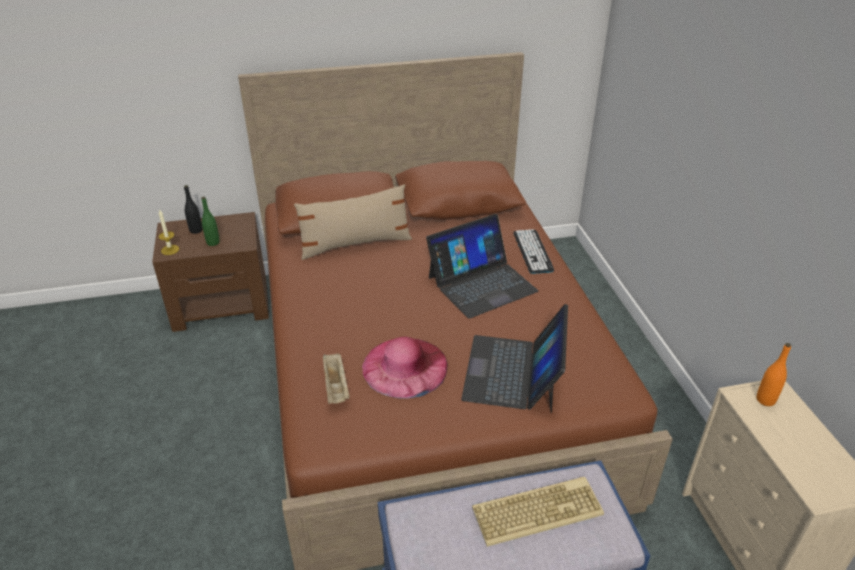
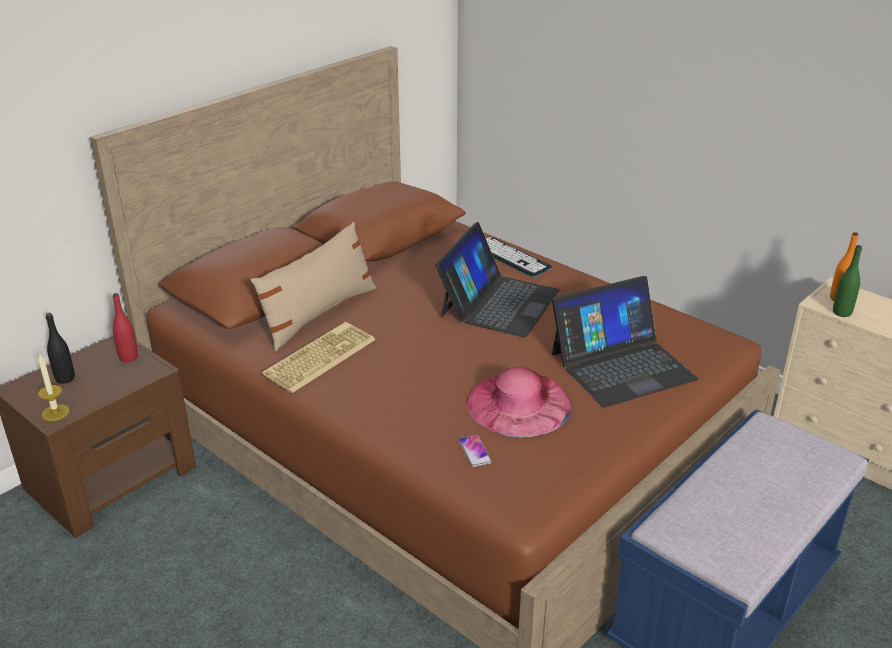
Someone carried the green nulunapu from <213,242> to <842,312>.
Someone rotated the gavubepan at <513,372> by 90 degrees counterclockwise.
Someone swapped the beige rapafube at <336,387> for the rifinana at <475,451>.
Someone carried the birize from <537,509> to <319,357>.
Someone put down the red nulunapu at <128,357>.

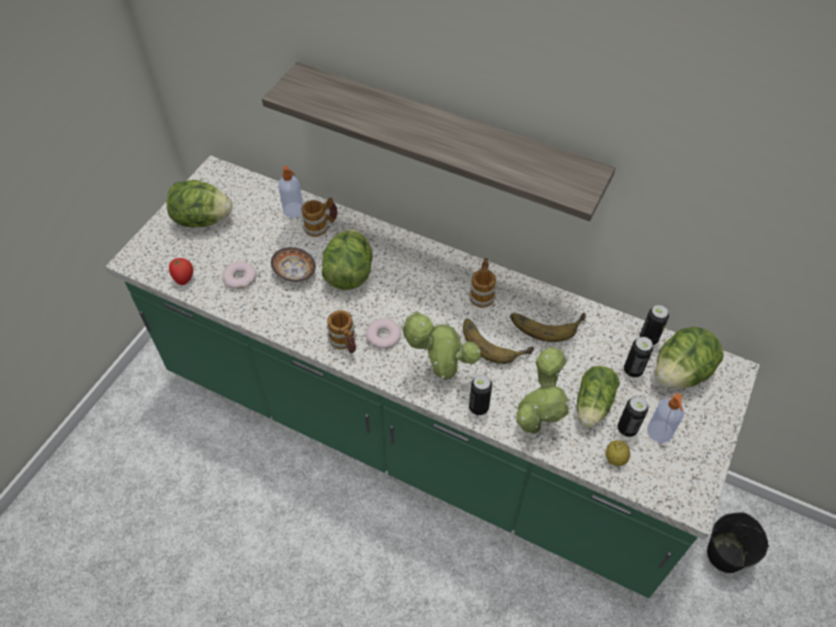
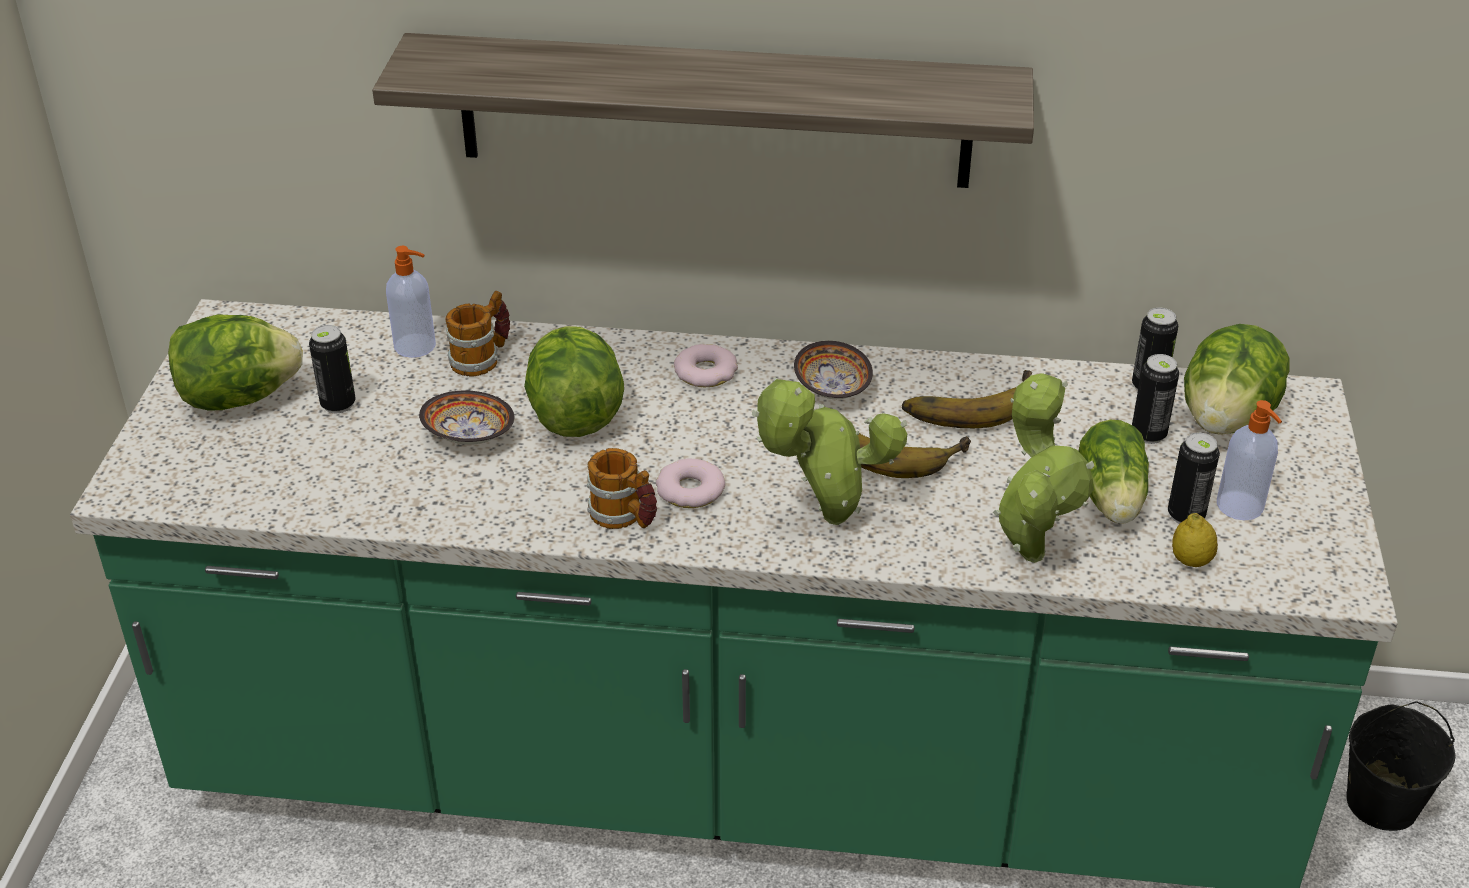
Someone took away the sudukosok at <184,279>.
Someone swapped the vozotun at <482,292> for the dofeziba at <833,388>.
Someone carried the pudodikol from <240,277> to <706,372>.
Someone carried the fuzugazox from <478,407> to <338,404>.

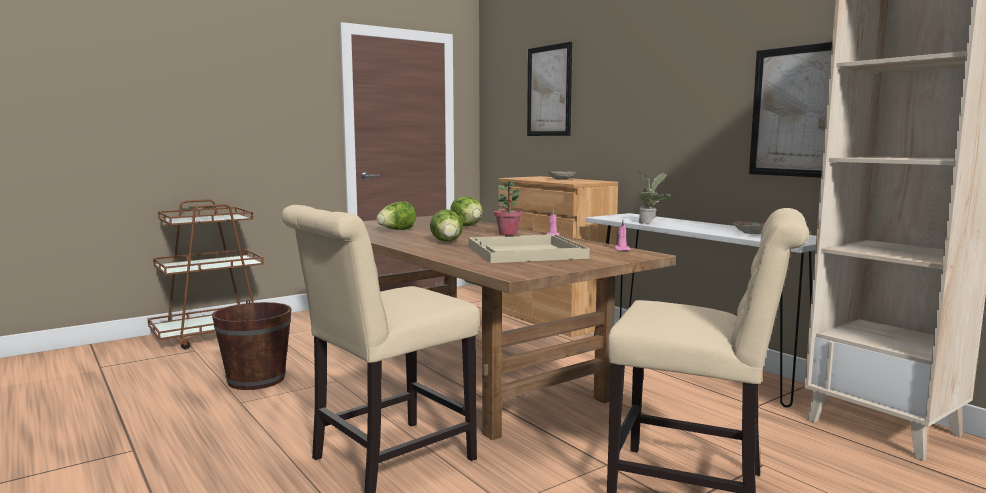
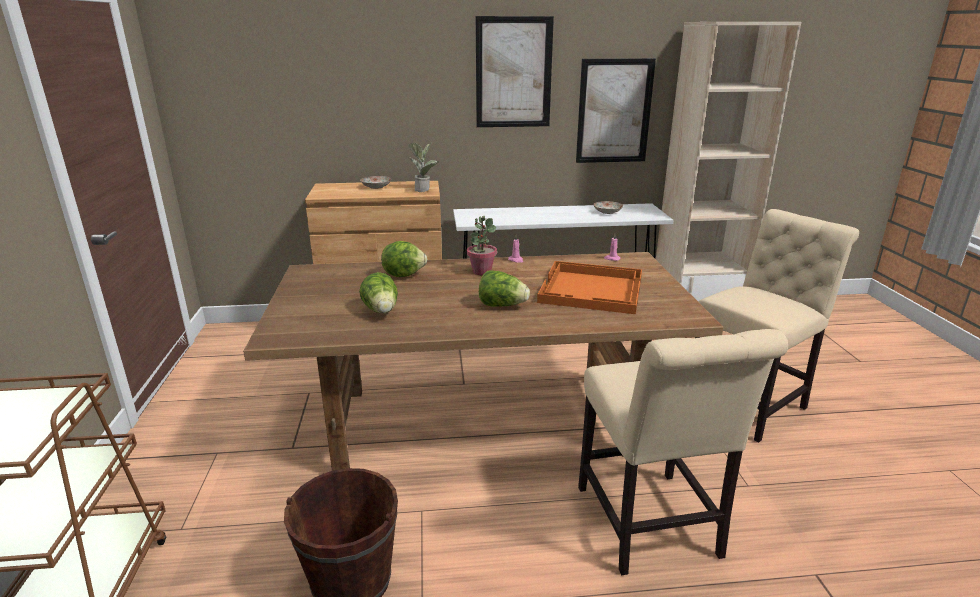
Someone carried the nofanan from <549,91> to <513,73>.
Someone carried the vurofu from <651,223> to <424,189>.
Someone repainted the beige rapafube at <525,252>, which became the orange rapafube at <592,290>.

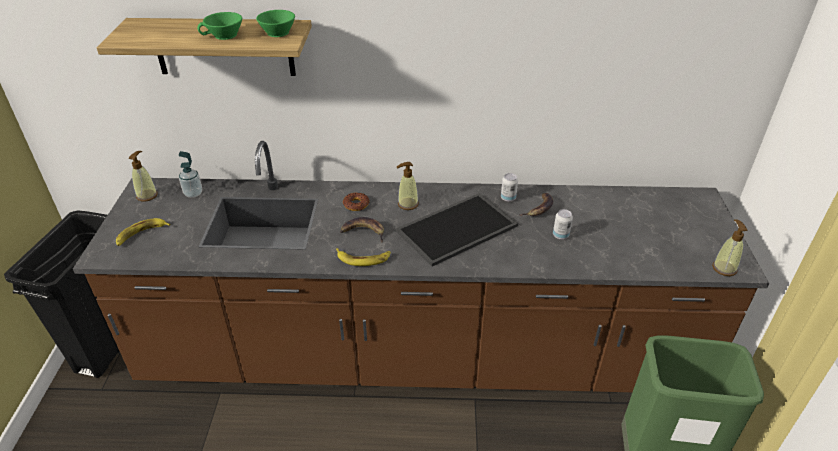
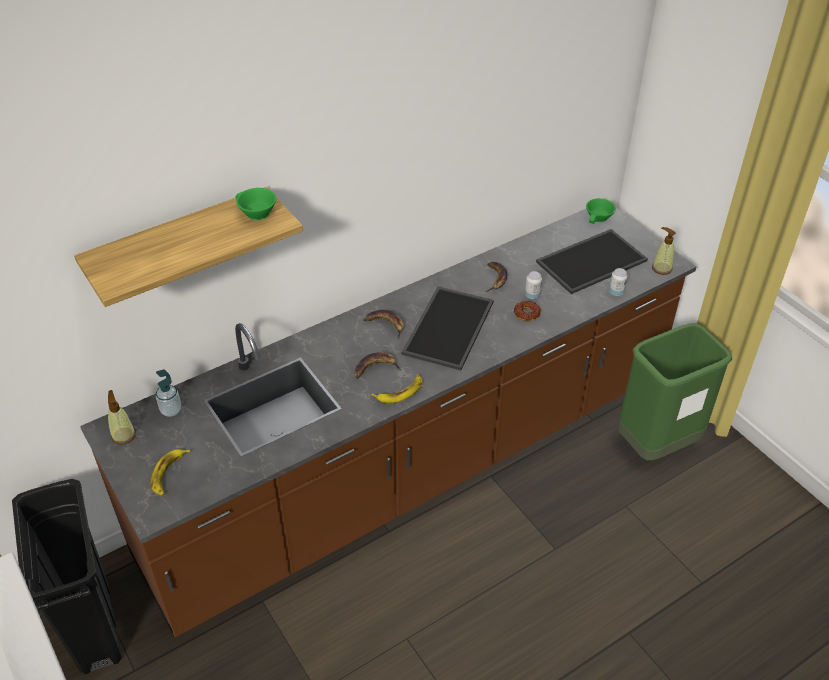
Someone carried the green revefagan from <224,36> to <599,218>.
Someone swapped the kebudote at <408,204> for the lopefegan at <386,325>.
Someone carried the fuzugazox from <508,198> to <616,292>.
Someone carried the pudodikol from <356,204> to <527,313>.
Someone put down the rapafube at <591,260>.

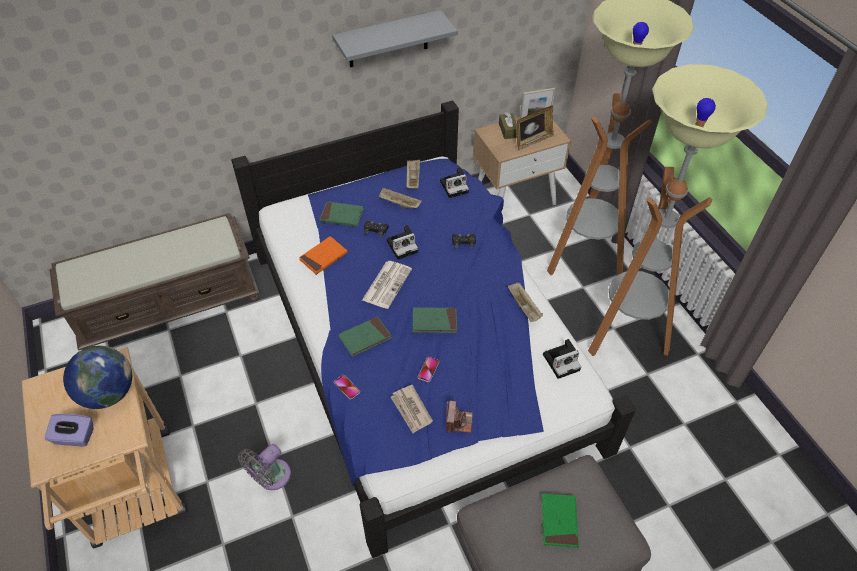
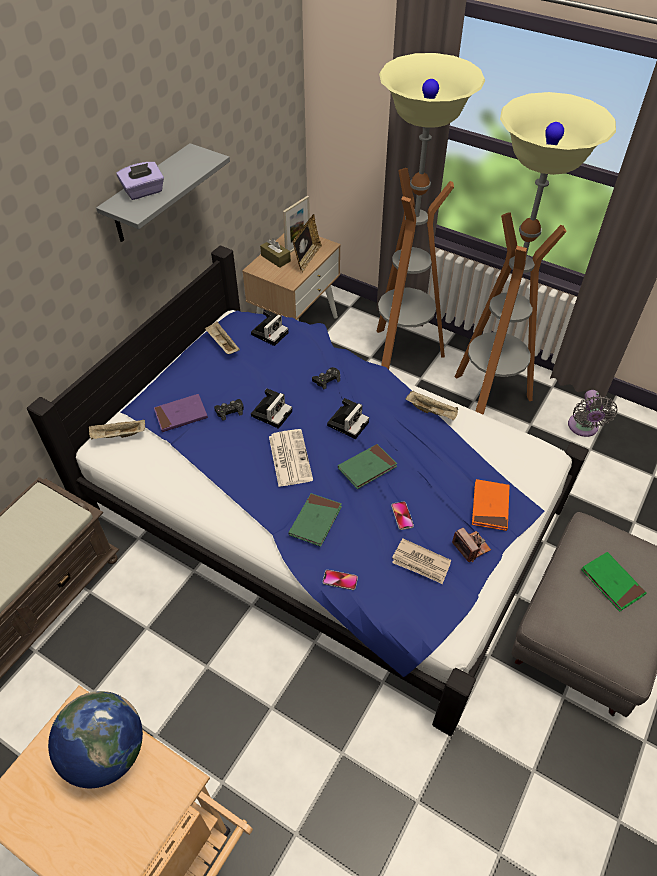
Someone carried the beige rapafube from <399,204> to <118,436>.
Someone repainted the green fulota at <341,216>, which became the purple fulota at <181,415>.
Someone carried the orange fulota from <323,257> to <490,506>.
Someone carried the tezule from <562,361> to <348,422>.
Someone carried the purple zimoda from <74,437> to <144,192>.
Someone carried the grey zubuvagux from <271,477> to <583,428>.

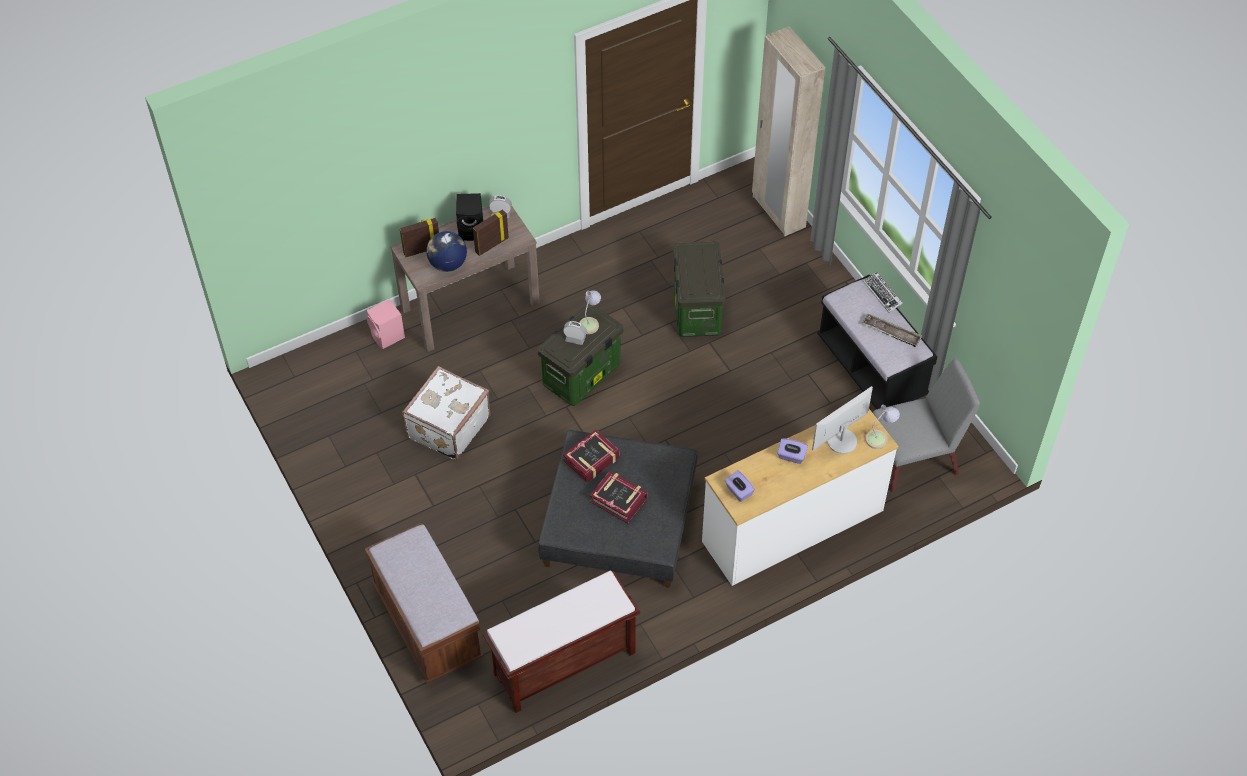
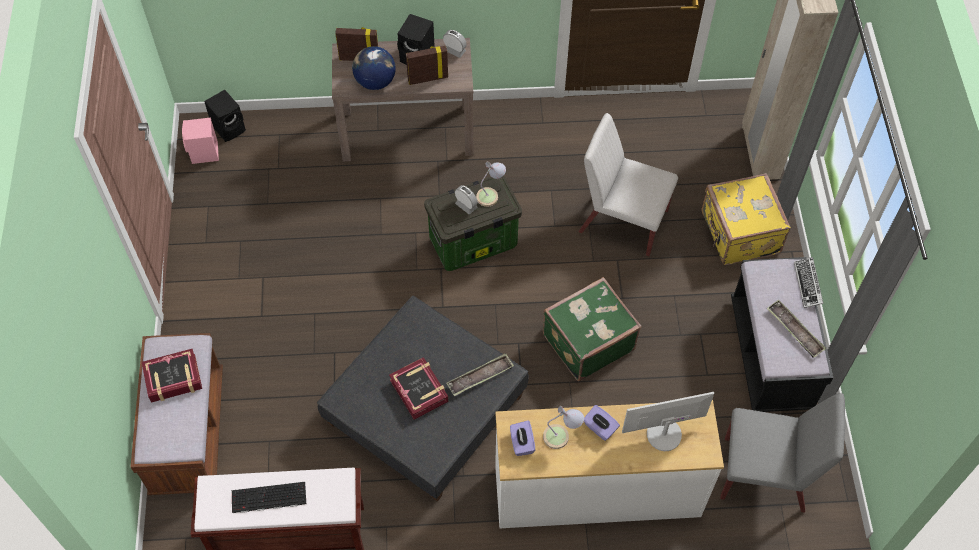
Someone swapped the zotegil at <696,309> for the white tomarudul at <622,220>.
Someone carried the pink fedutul from <388,337> to <204,154>.
Someone took away the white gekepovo at <447,427>.
Someone carried the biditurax from <880,437> to <561,436>.
Someone carried the fulota from <591,459> to <173,379>.
Someone put down the black fedutul at <230,128>.
Someone put down the yellow gekepovo at <738,234>.
Someone put down the green gekepovo at <587,341>.
Someone put down the rapafube at <480,377>.
Someone put down the birize at <268,498>.

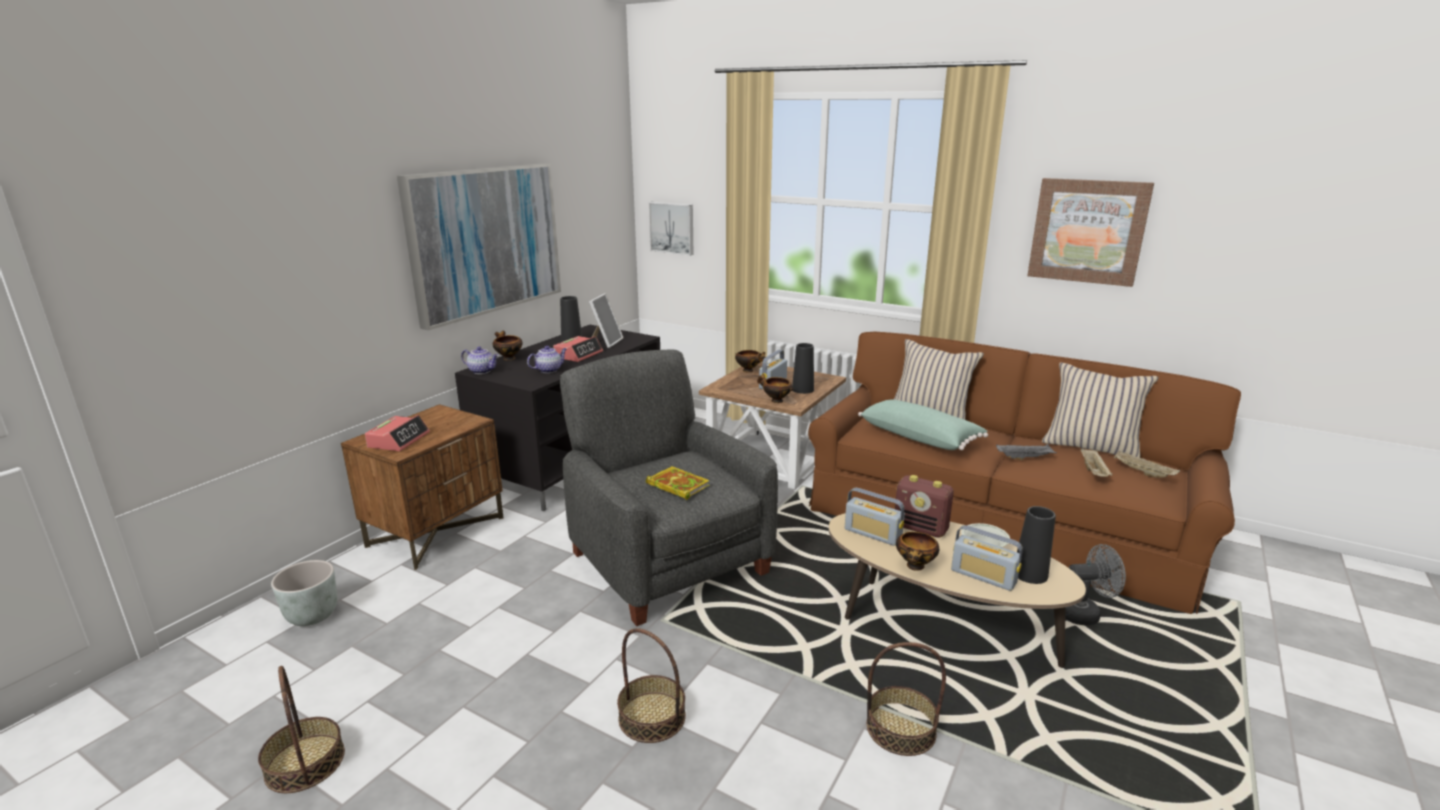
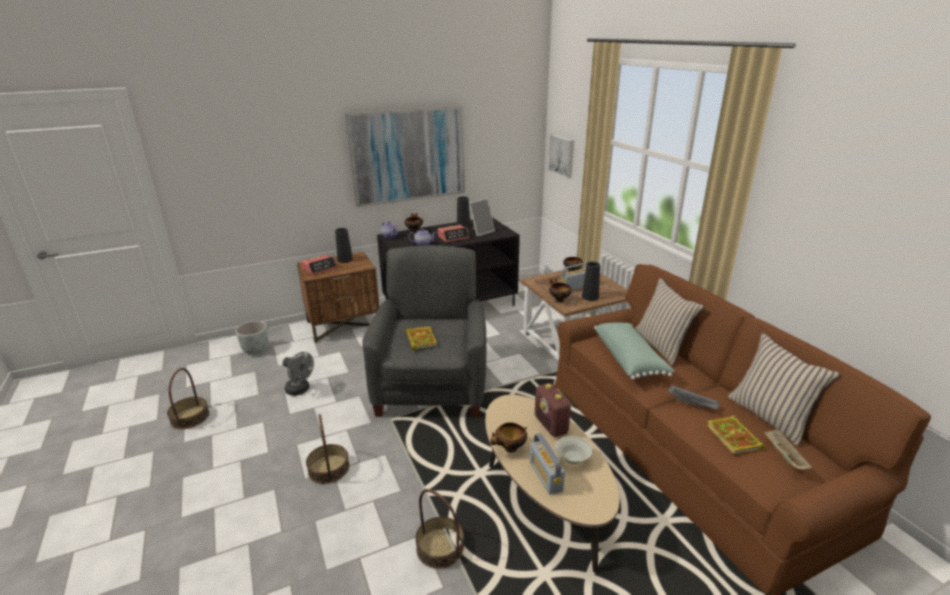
Someone took away the nofanan at <1088,231>.
Someone swapped the beige rapafube at <1093,472> for the fulota at <735,438>.
Someone took away the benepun at <873,534>.
Someone carried the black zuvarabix from <1030,574> to <345,260>.
Someone carried the grey zubuvagux from <1084,613> to <300,390>.

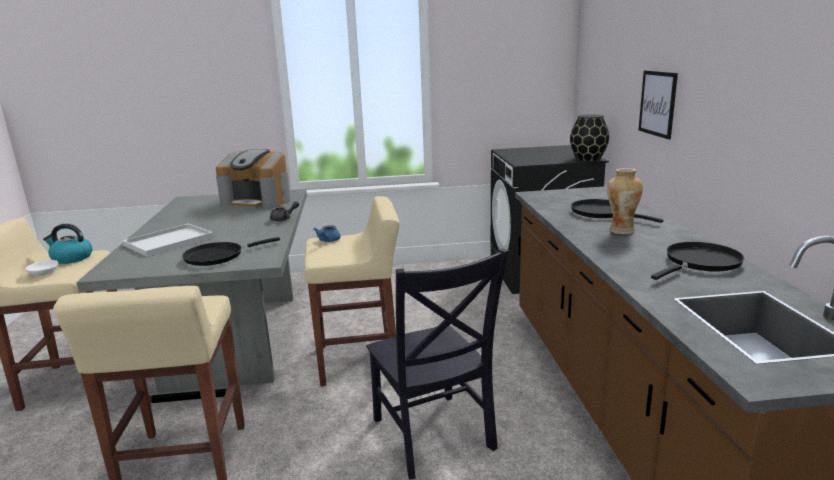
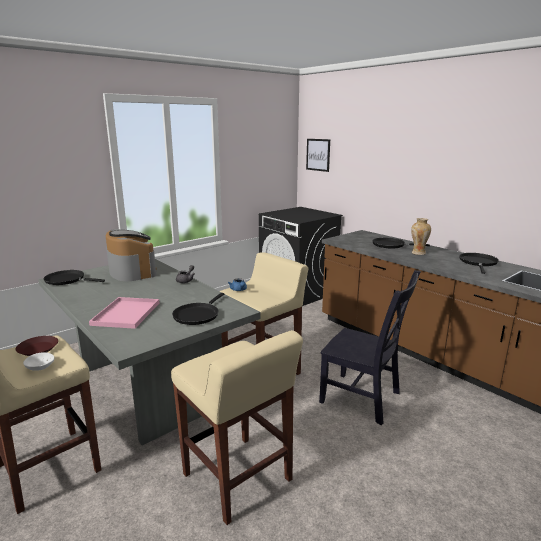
Someone carried the nofanan from <657,103> to <318,154>.
Someone took away the black zuvarabix at <588,158>.
Someone rotated the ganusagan at <258,201> by 105 degrees counterclockwise.
Someone repainted the white rapafube at <168,241>, which became the pink rapafube at <126,314>.
Someone swapped the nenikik at <71,258> for the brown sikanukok at <38,349>.
Someone put down the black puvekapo at <67,280>.

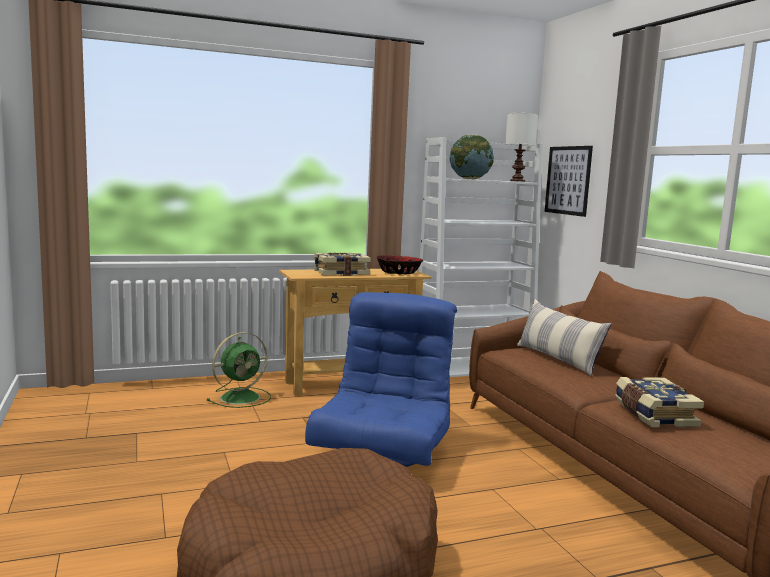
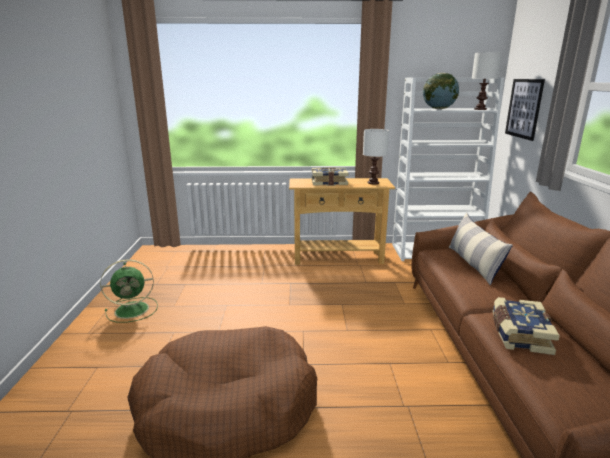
Someone swapped the dofeziba at <399,272> for the white biditurax at <373,183>.
Someone took away the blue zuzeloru at <384,452>.
Someone carried the green zubuvagux from <242,397> to <133,309>.

